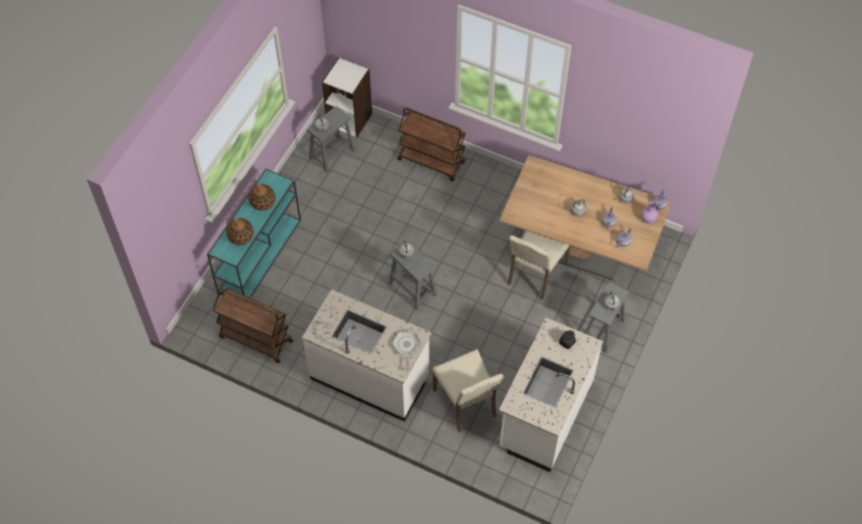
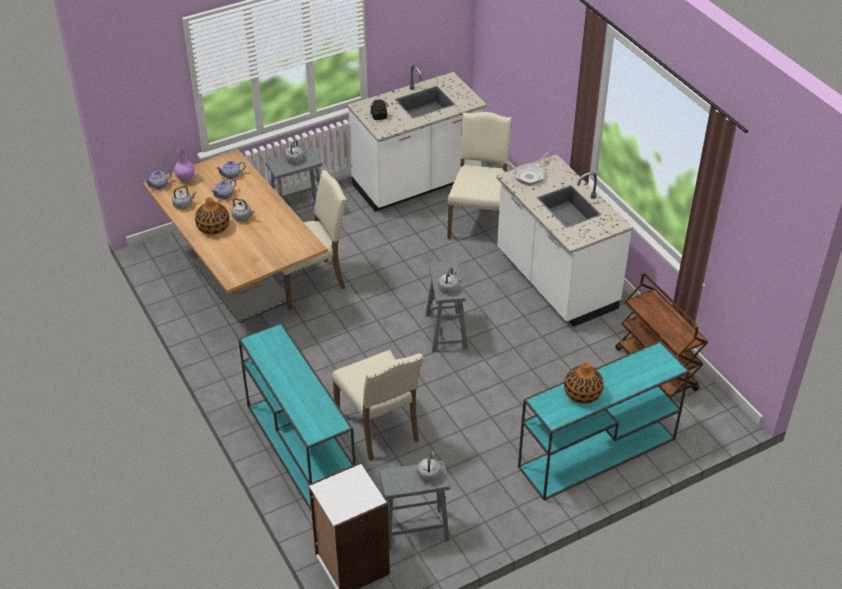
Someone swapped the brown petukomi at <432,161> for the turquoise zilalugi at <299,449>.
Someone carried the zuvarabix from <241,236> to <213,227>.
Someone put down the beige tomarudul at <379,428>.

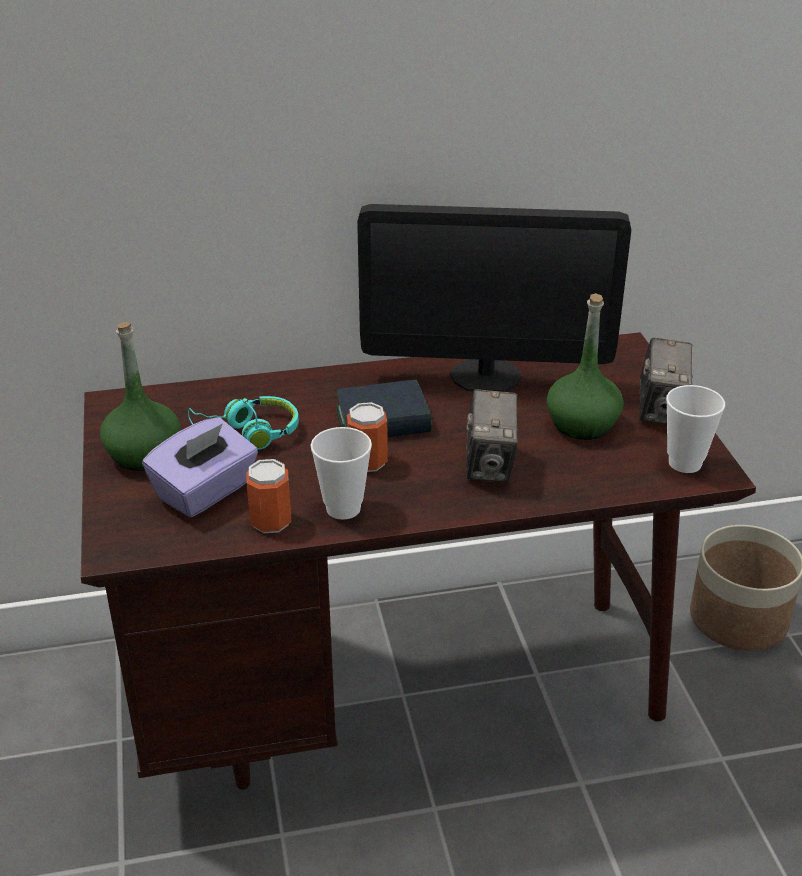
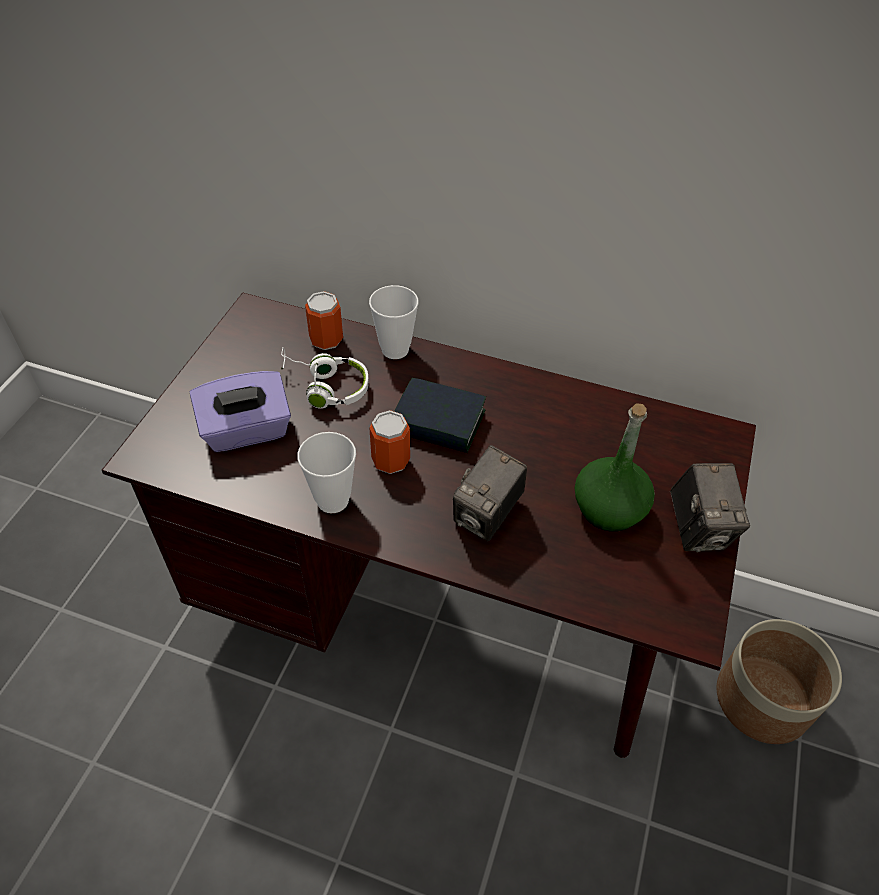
Someone took away the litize at <486,376>.
Someone took away the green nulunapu at <143,454>.
Someone rotated the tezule at <661,411> by 45 degrees counterclockwise.
Someone carried the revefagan from <685,463> to <395,349>.
Someone repainted the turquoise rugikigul at <249,432>, which became the white rugikigul at <325,386>.
Someone carried the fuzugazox from <271,521> to <326,340>.

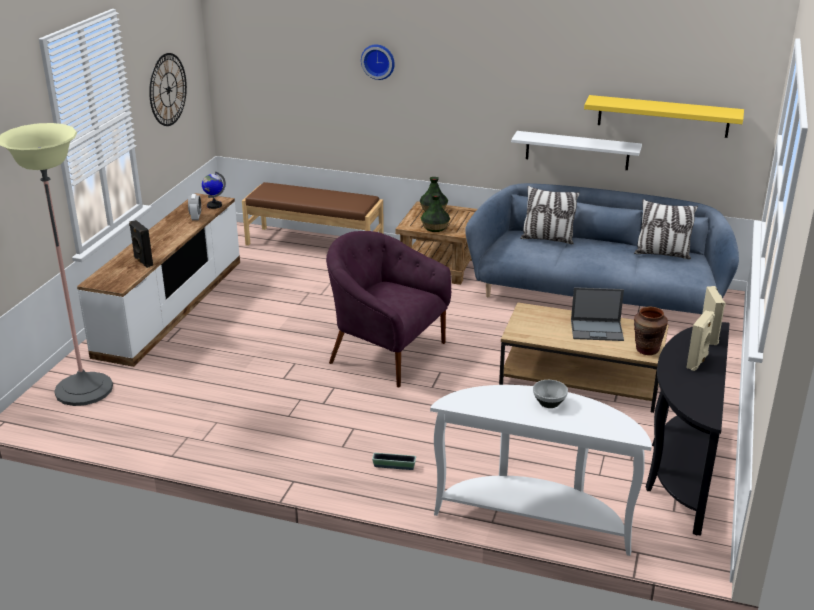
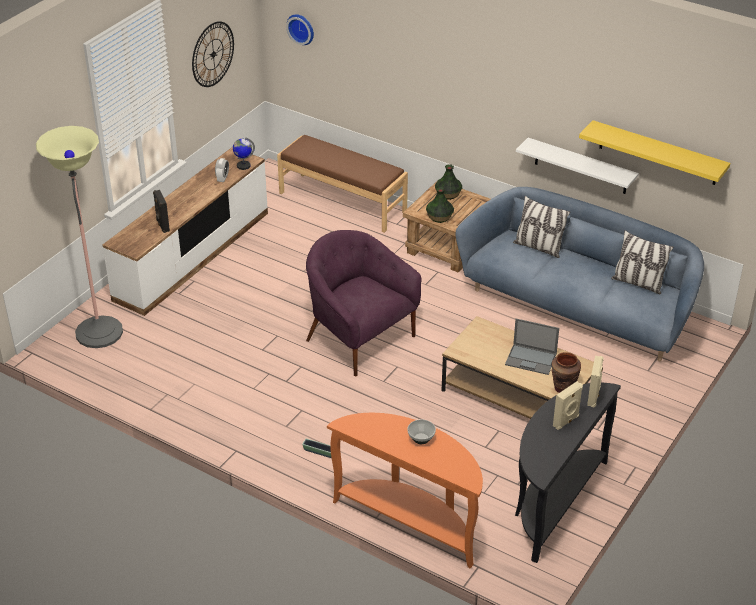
Someone carried the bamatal from <378,61> to <301,28>.
Someone repainted the white zilalugi at <534,518>, which became the orange zilalugi at <411,521>.

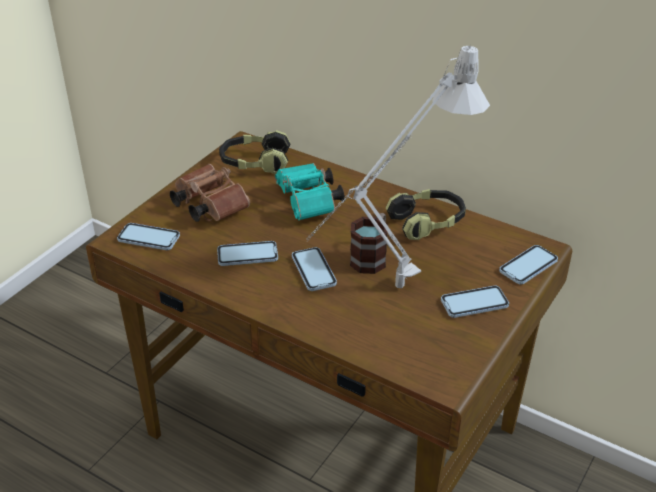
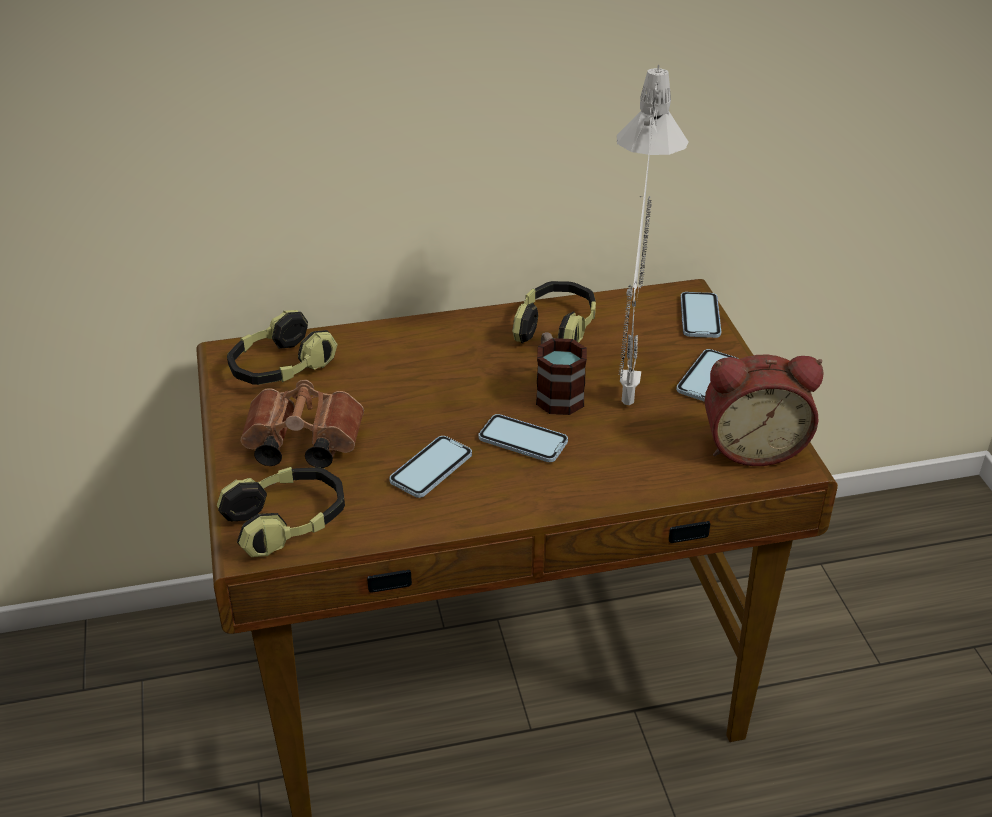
Someone took away the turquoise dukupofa at <309,203>.
Someone swapped the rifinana at <149,238> for the rugikigul at <287,522>.
Someone put down the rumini at <752,446>.

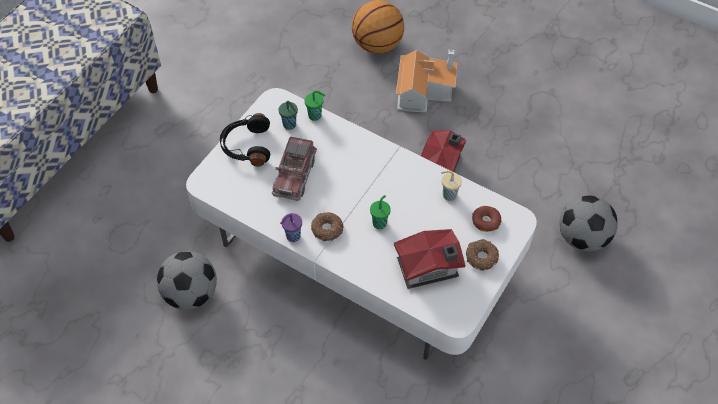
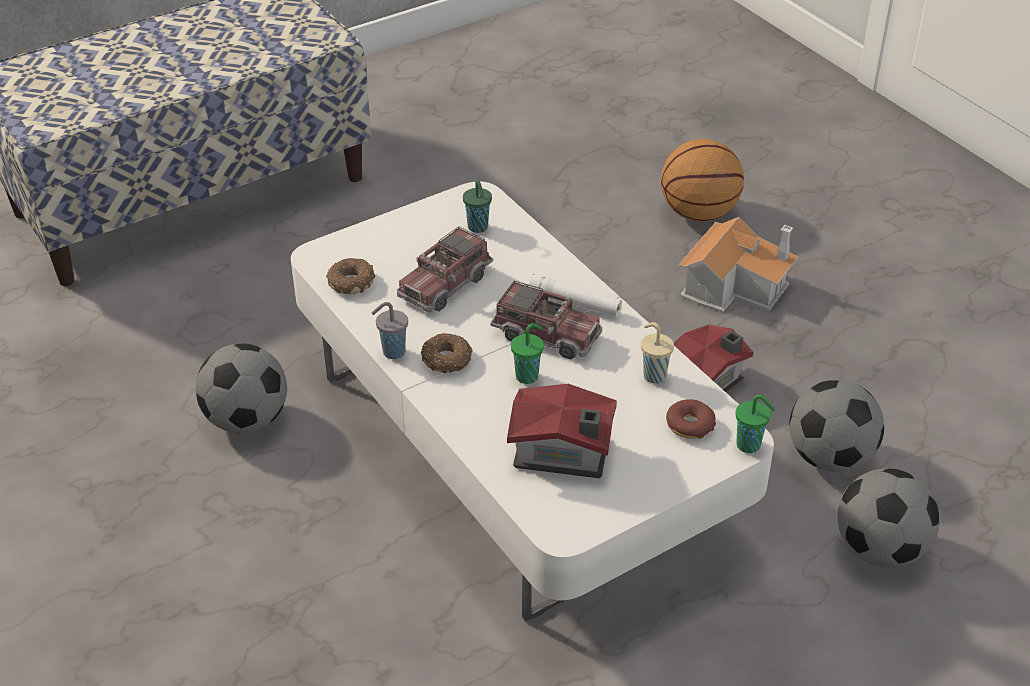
Someone carried the green revefagan from <315,116> to <750,445>.
Someone took away the black rugikigul at <246,146>.
Someone repainted the purple revefagan at <292,236>, which became the grey revefagan at <392,352>.
Someone carried the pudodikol from <481,257> to <351,282>.
Someone put down the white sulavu at <575,304>.
Someone put down the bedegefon at <546,335>.
Someone put down the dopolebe at <829,457>.

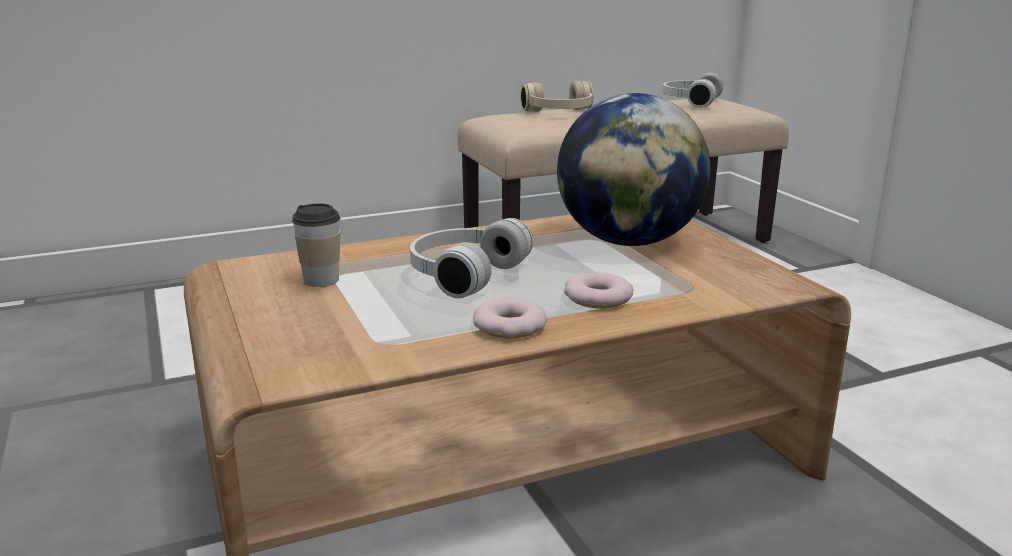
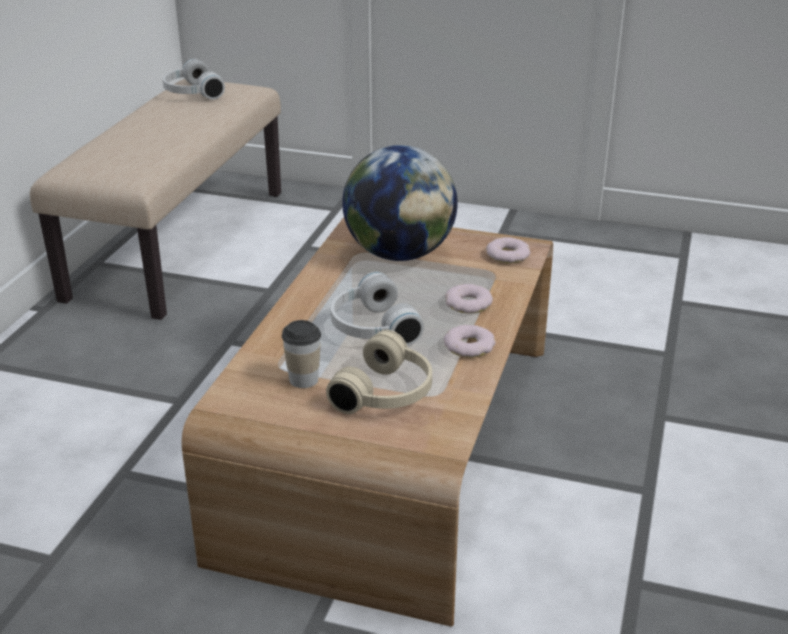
Someone carried the beige rugikigul from <560,113> to <388,393>.
Someone put down the pudodikol at <507,255>.

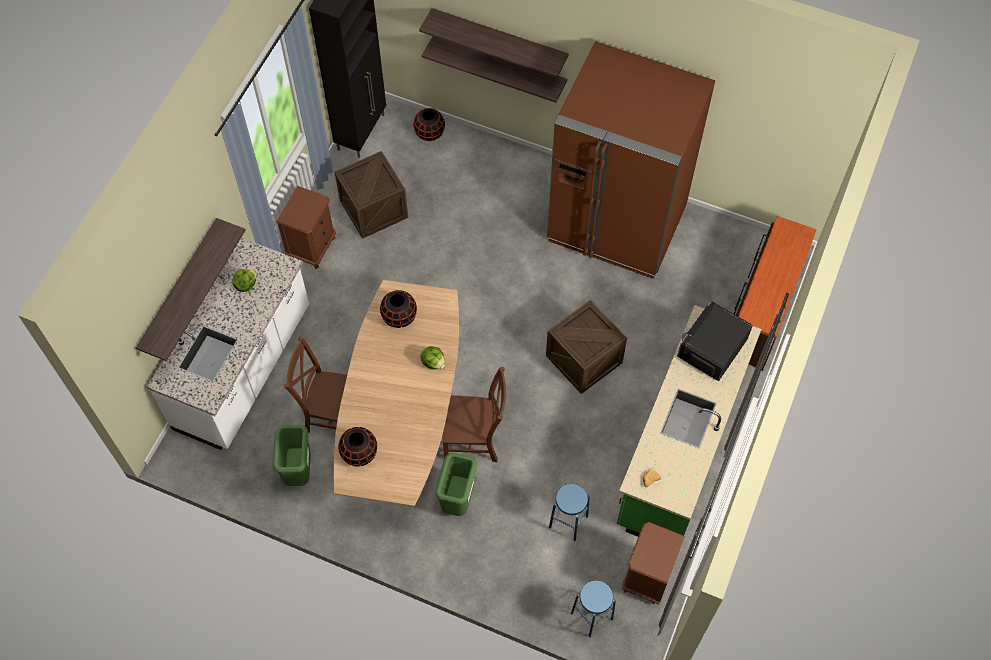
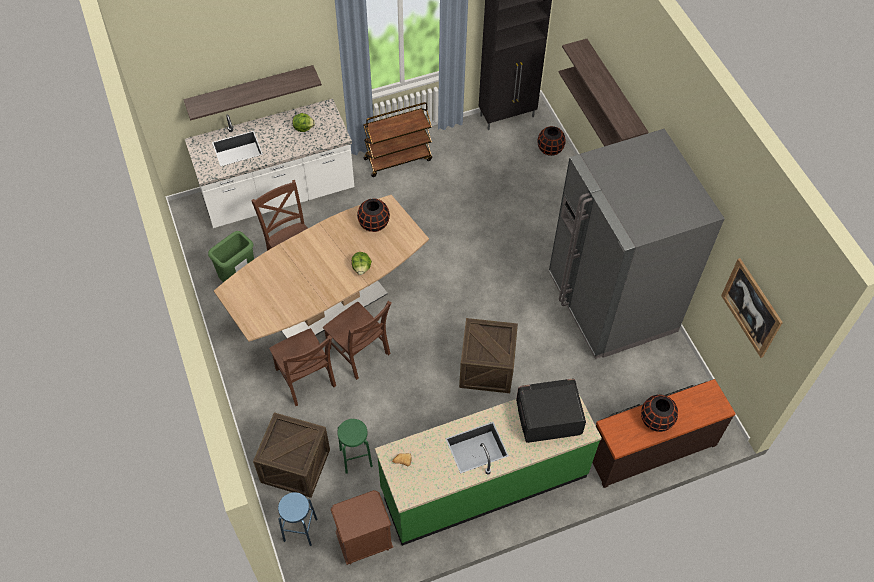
Someone repainted the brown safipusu at <617,223>, which became the grey safipusu at <611,303>.
Someone carried the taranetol from <373,209> to <295,466>.
Someone swapped the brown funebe at <312,247> for the brown petukomi at <398,159>.
Someone carried the black zuvarabix from <359,453> to <656,420>.
Someone swapped the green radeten at <458,500> for the brown tomarudul at <306,380>.
Someone repainted the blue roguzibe at <568,522>, which became the green roguzibe at <355,458>.
Someone put up the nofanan at <751,308>.

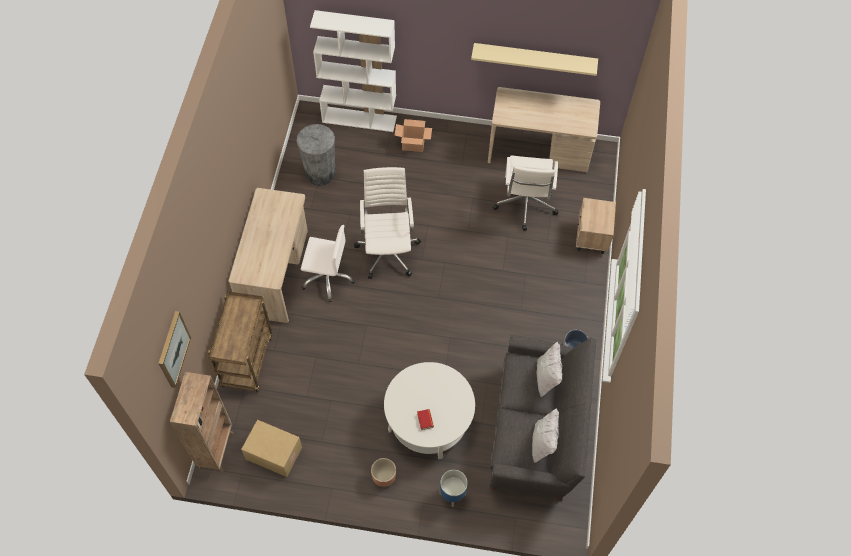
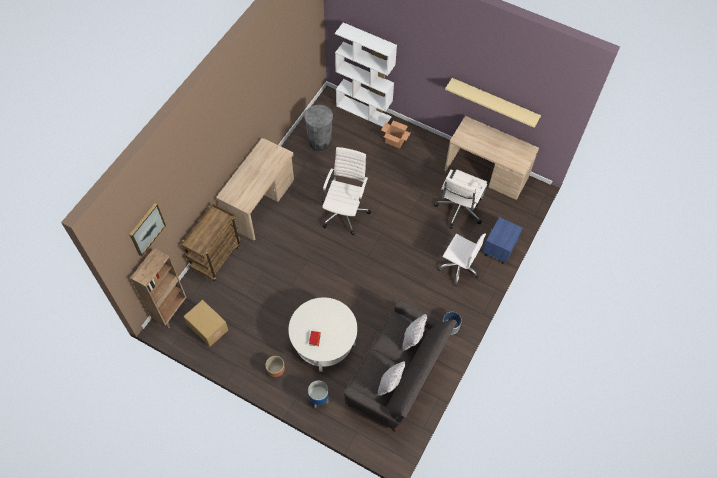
Someone repainted the beige funebe at <591,238>, which became the blue funebe at <498,250>.
Someone carried the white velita from <328,278> to <459,267>.

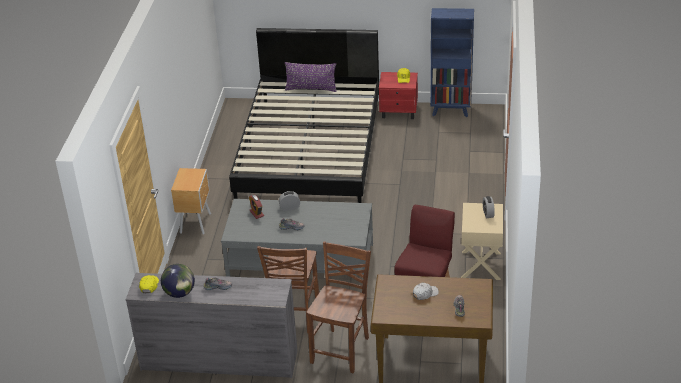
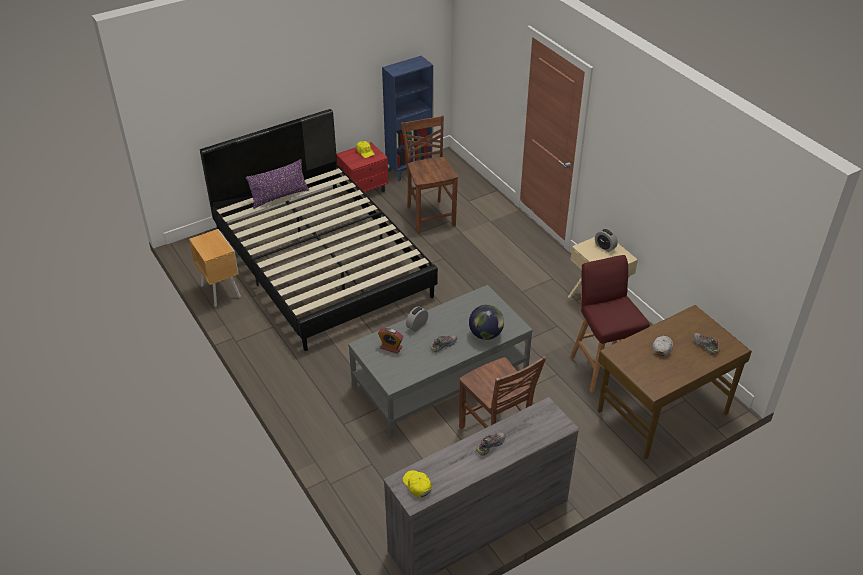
Someone carried the brown funebe from <196,223> to <221,291>.
Someone carried the brown tomarudul from <342,350> to <430,216>.
Someone carried the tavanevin from <179,293> to <486,334>.

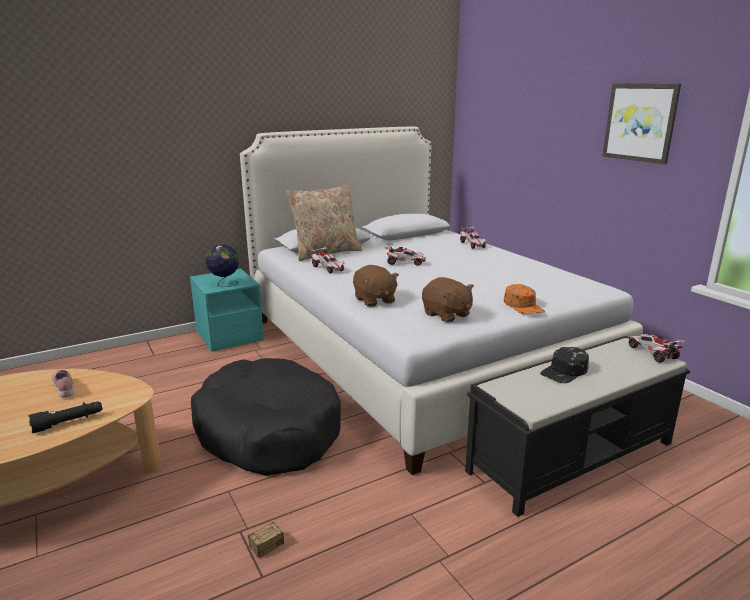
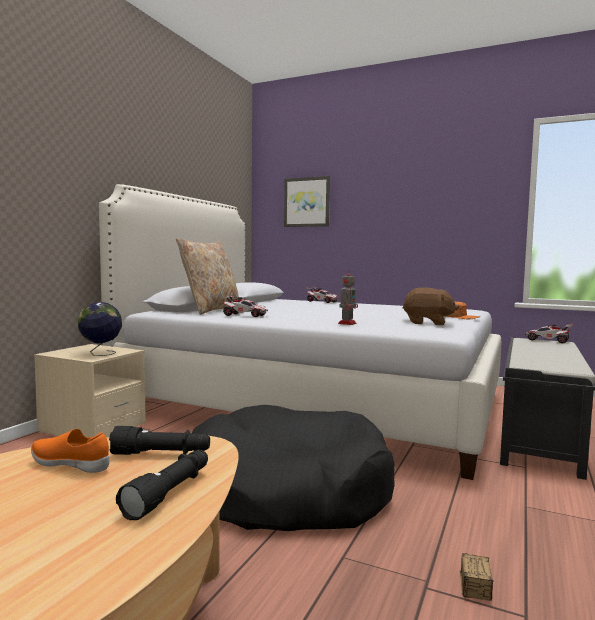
Someone carried the nofanan from <640,122> to <307,202>.
Someone took away the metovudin at <405,263>.
Someone swapped the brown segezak at <374,300> for the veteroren at <347,323>.
Someone repainted the turquoise funebe at <229,336>, which became the beige funebe at <92,428>.
Someone took away the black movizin at <565,371>.
Someone repainted the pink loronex at <65,388>, which became the orange loronex at <71,465>.
Someone put down the black sulavu at <161,454>.

